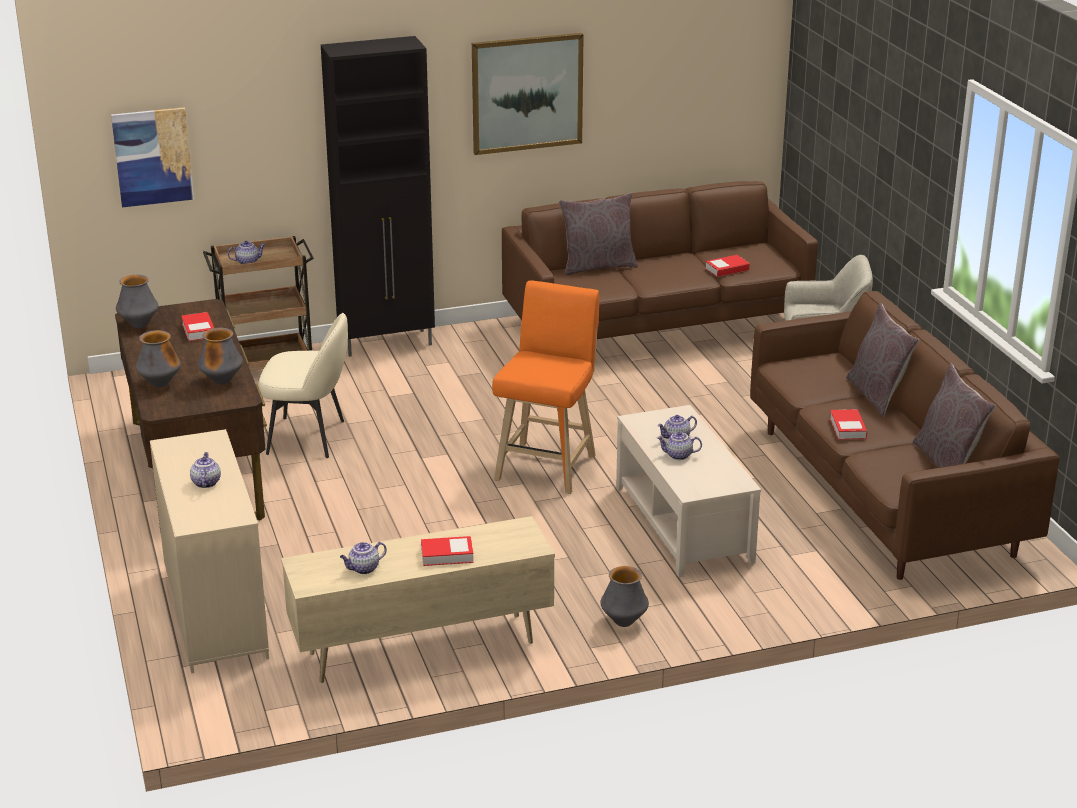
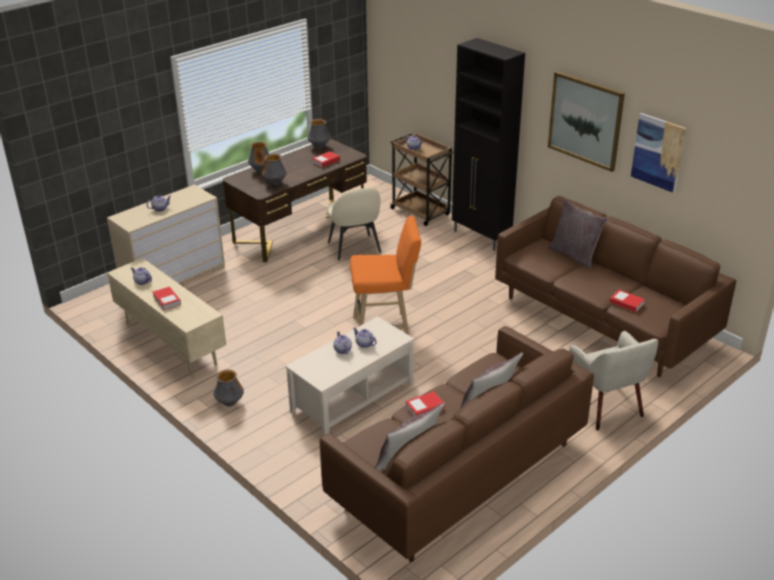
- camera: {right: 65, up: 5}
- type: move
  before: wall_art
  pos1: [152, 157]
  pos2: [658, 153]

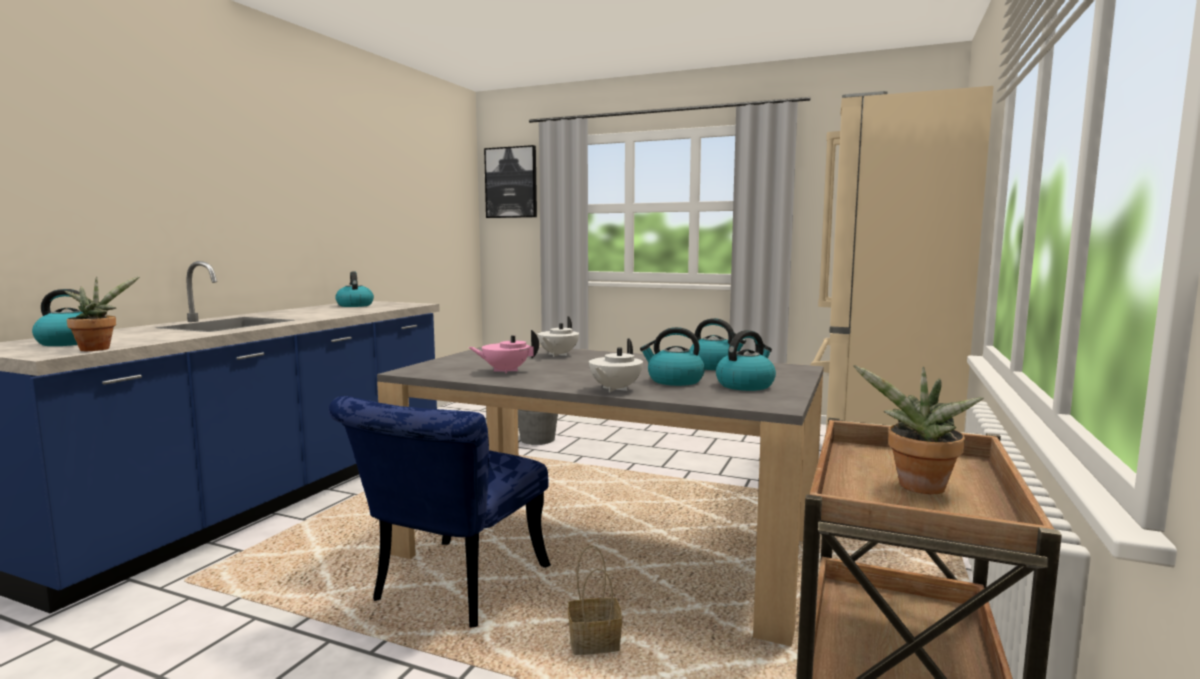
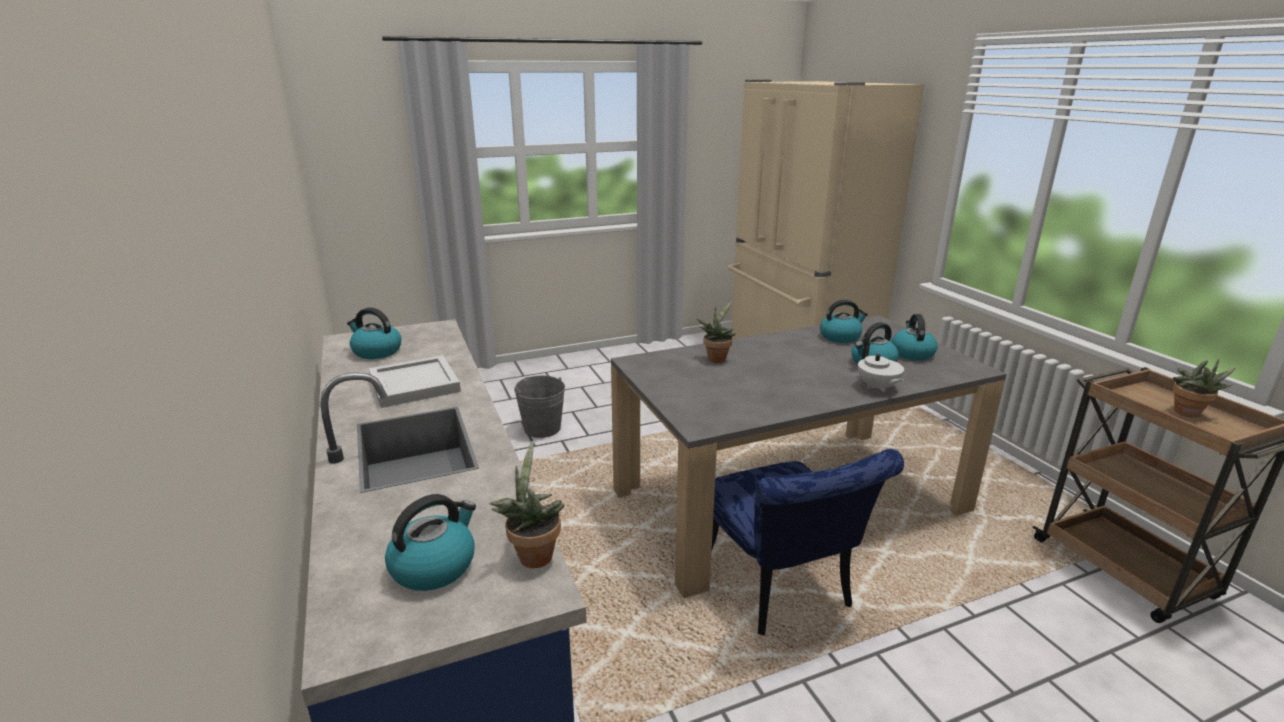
- camera: {right: -45, up: 15}
- type: delete
  before: pinkish_tea_pot
  pos1: [503, 351]
- type: delete
  before: wall_art
  pos1: [510, 181]
- type: replace
  before: white-coloured_tea_pot
  after: potted_plant
  pos1: [558, 336]
  pos2: [716, 332]
- type: delete
  before: storage_basket
  pos1: [595, 600]
- type: insert
  after: white-coloured_tray
  pos2: [415, 381]

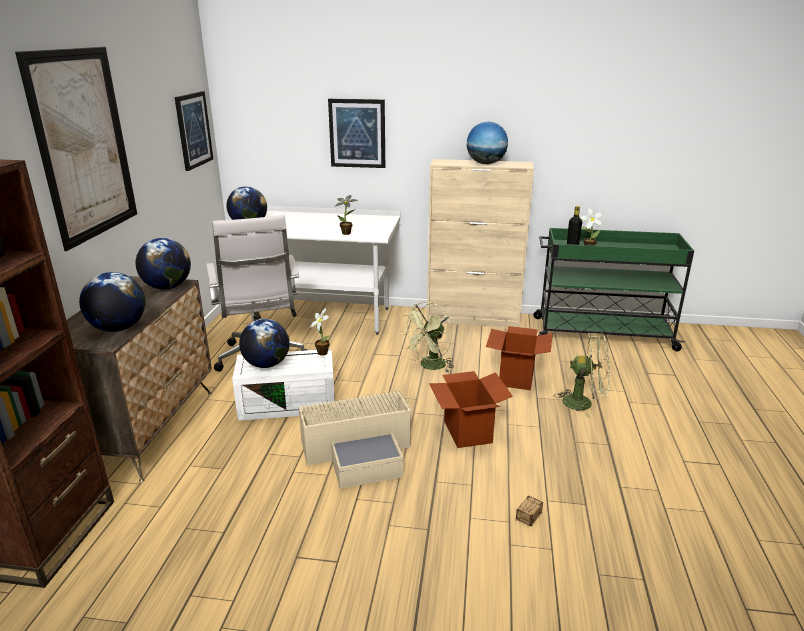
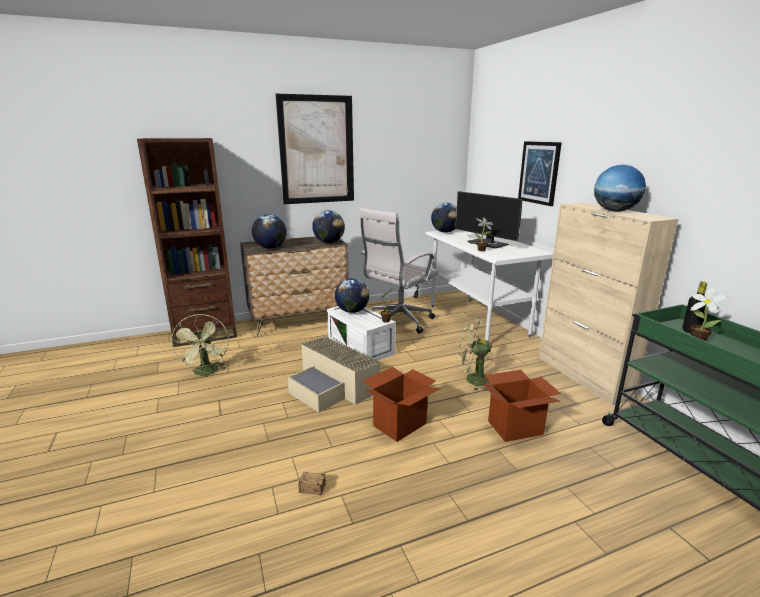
- camera: {right: 60, up: -5}
- type: delete
  before: wall_art
  pos1: [194, 131]
- type: move
  before: green-coloured_cooling_fan
  pos1: [582, 375]
  pos2: [200, 345]
- type: insert
  after: monitor
  pos2: [489, 220]

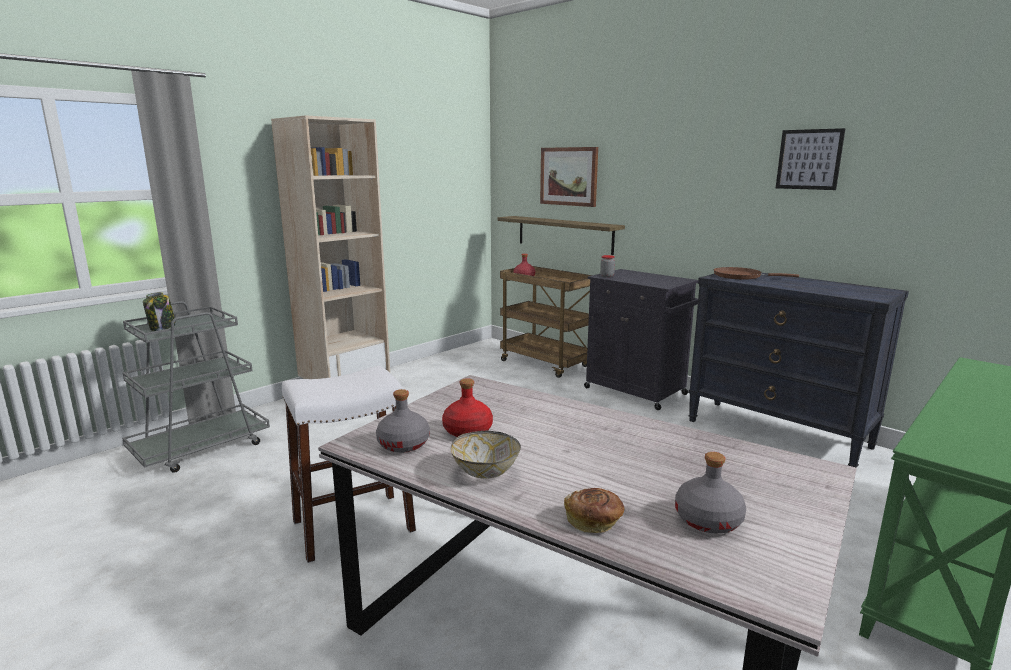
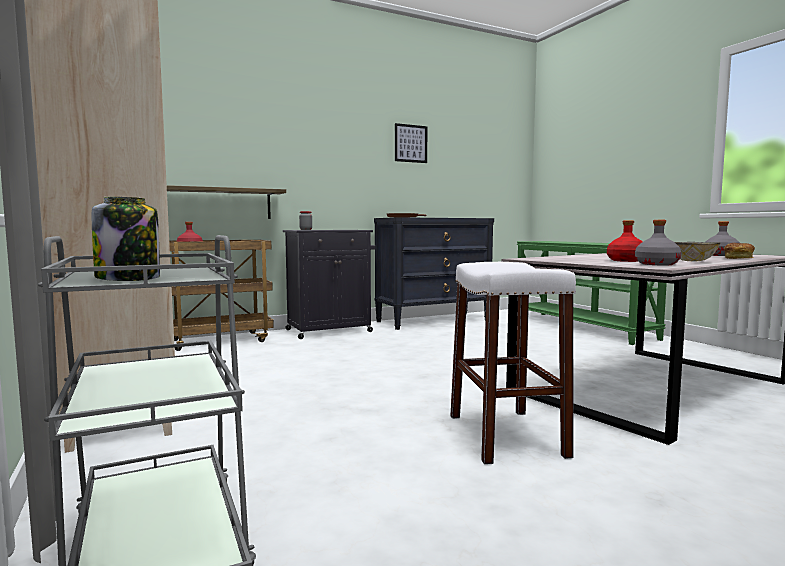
- camera: {right: -70, up: -10}
- type: delete
  before: wall_art
  pos1: [569, 177]

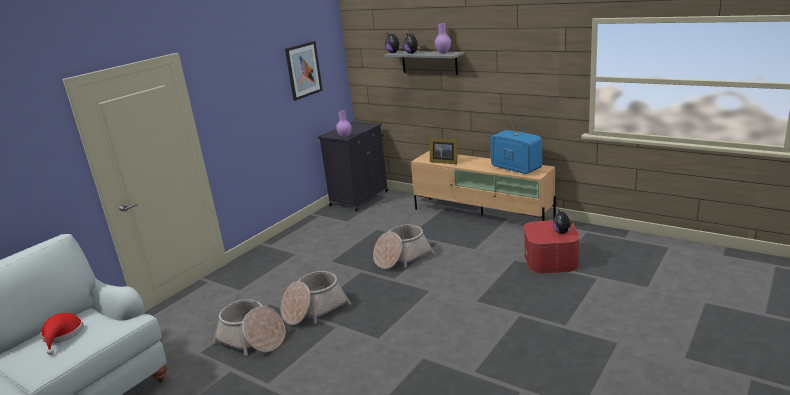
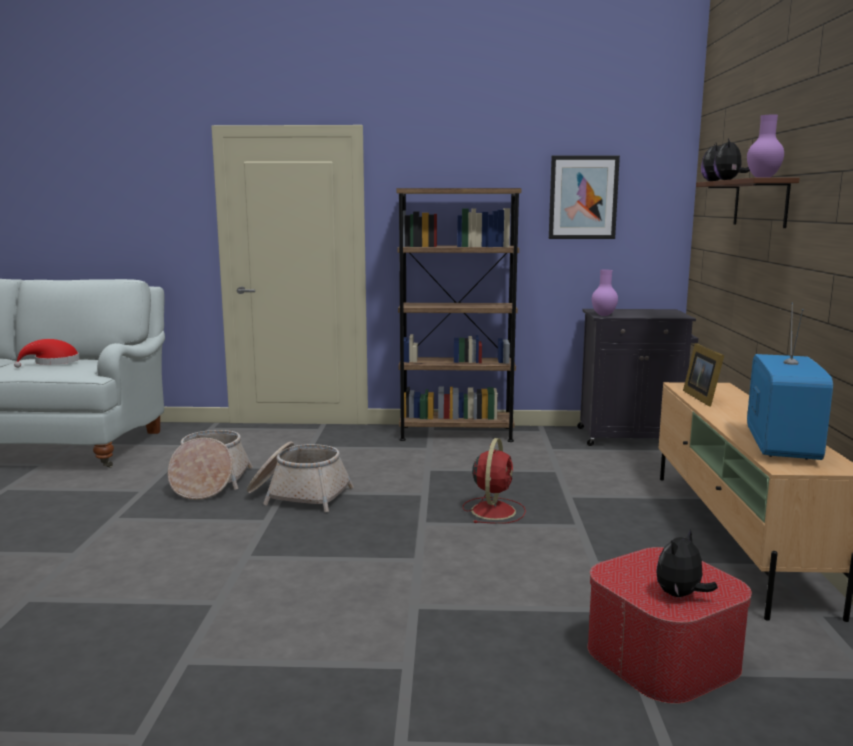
- camera: {right: 55, up: -10}
- type: replace
  before: storage_basket
  after: reddish_cooling_fan
  pos1: [403, 246]
  pos2: [494, 481]
- type: recolor
  before: grey_bracket_shelf
  after: brownish_bracket_shelf
  pos1: [424, 63]
  pos2: [747, 202]
- type: insert
  after: brownish_bookcase
  pos2: [459, 315]

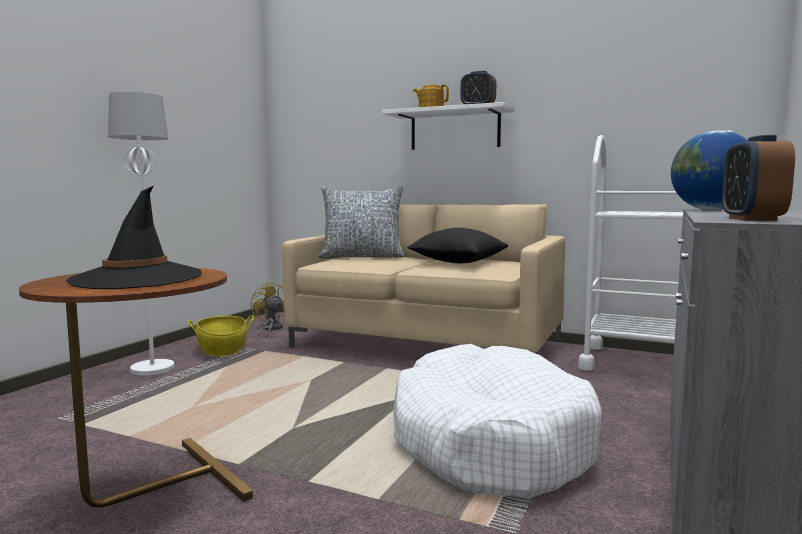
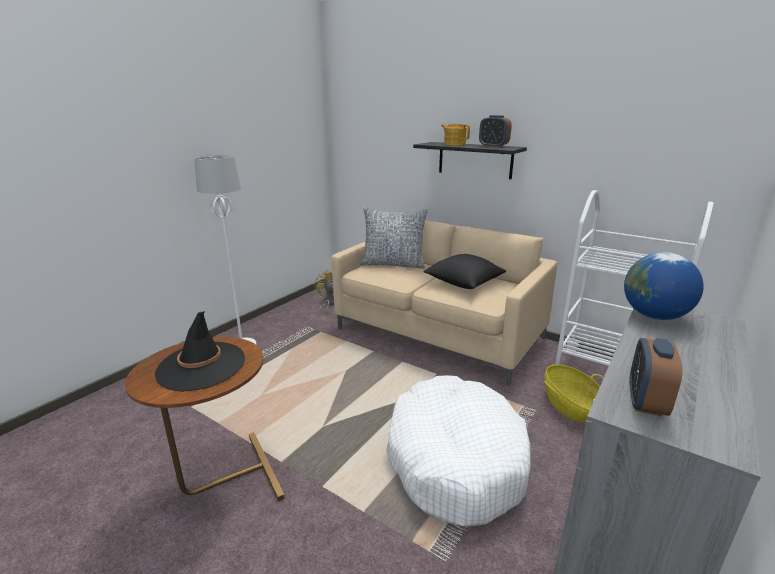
- camera: {right: 10, up: 15}
- type: move
  before: storage_basket
  pos1: [220, 336]
  pos2: [574, 393]
- type: recolor
  before: white-coloured_bracket_shelf
  after: blackish_bracket_shelf
  pos1: [448, 126]
  pos2: [470, 160]

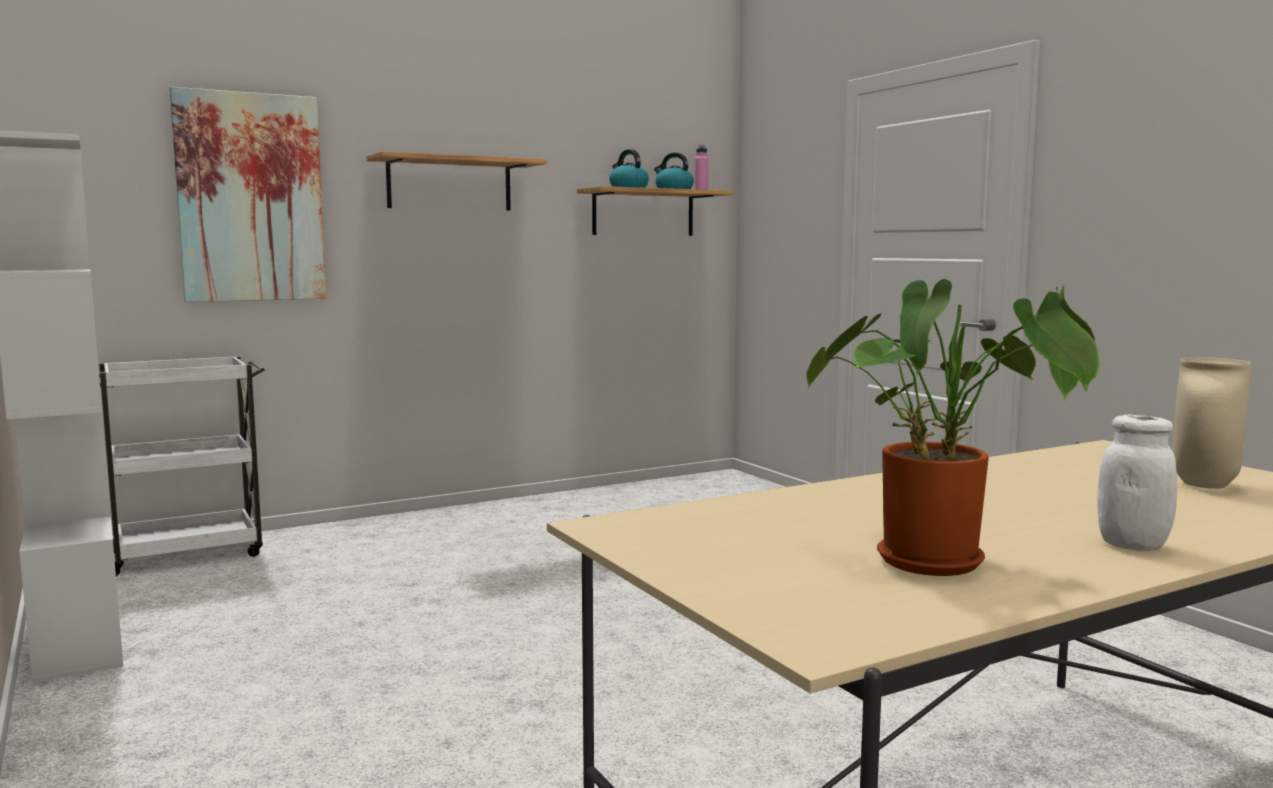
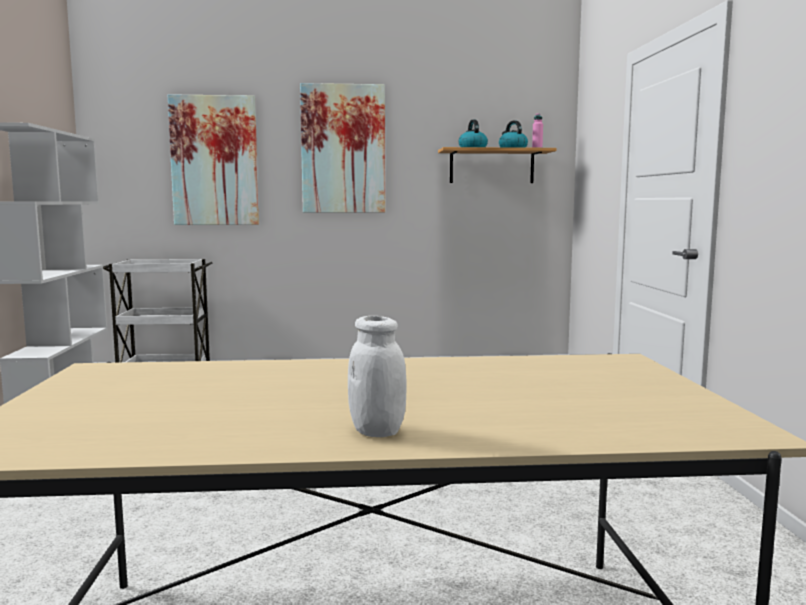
- camera: {right: 25, up: 0}
- type: replace
  before: bracket_shelf
  after: wall_art
  pos1: [457, 180]
  pos2: [342, 148]
- type: delete
  before: potted_plant
  pos1: [953, 427]
- type: delete
  before: sand-coloured_flower_vase
  pos1: [1211, 423]

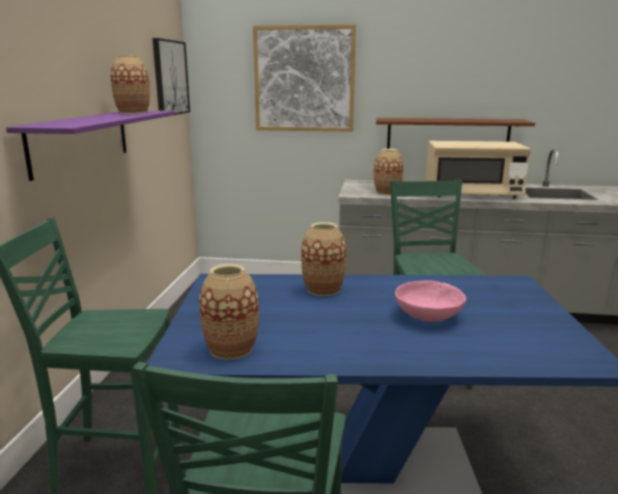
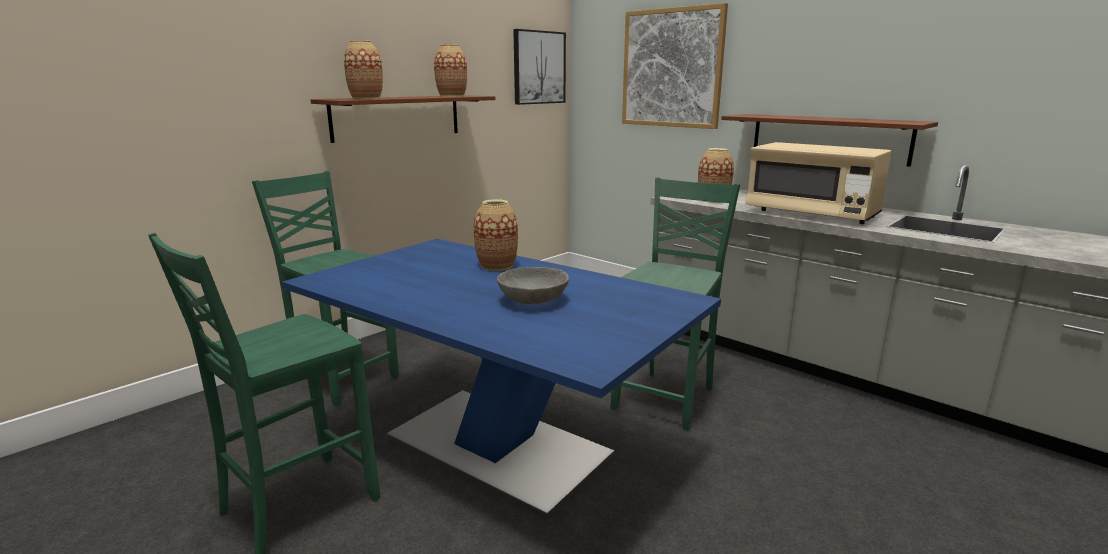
- camera: {right: 35, up: 0}
- type: recolor
  before: purple_bracket_shelf
  after: brownish_bracket_shelf
  pos1: [90, 146]
  pos2: [402, 119]
- type: move
  before: flower_vase
  pos1: [229, 312]
  pos2: [363, 69]
- type: recolor
  before: pinkish_deep_dish
  after: grey_deep_dish
  pos1: [430, 301]
  pos2: [533, 285]

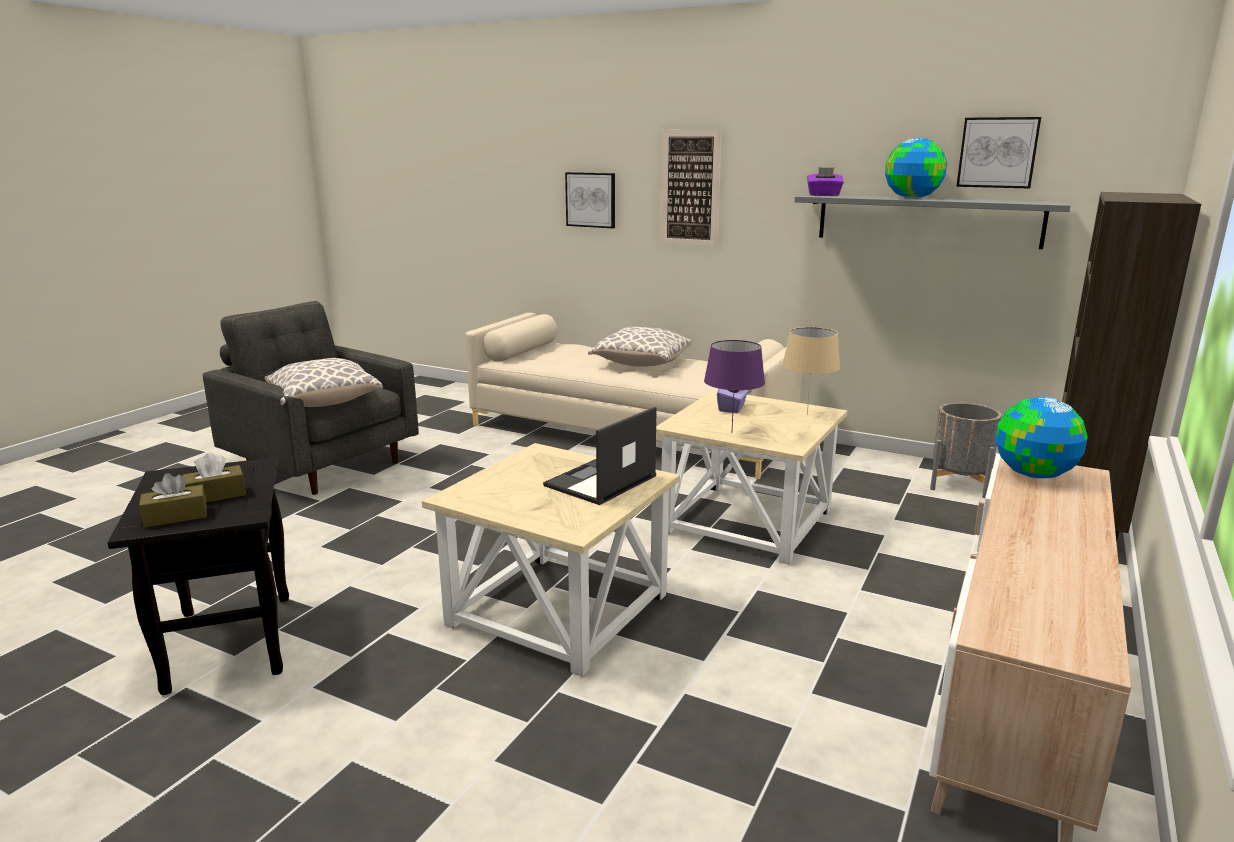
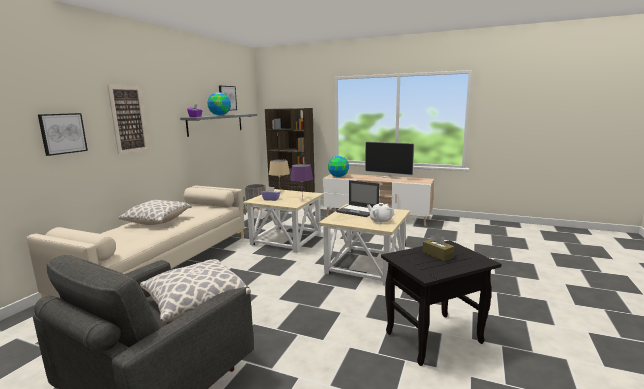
- camera: {right: -95, up: -5}
- type: delete
  before: brownish_tissue_box
  pos1: [173, 500]
- type: insert
  after: television
  pos2: [390, 160]
- type: insert
  after: white-coloured_tea_pot
  pos2: [381, 213]

